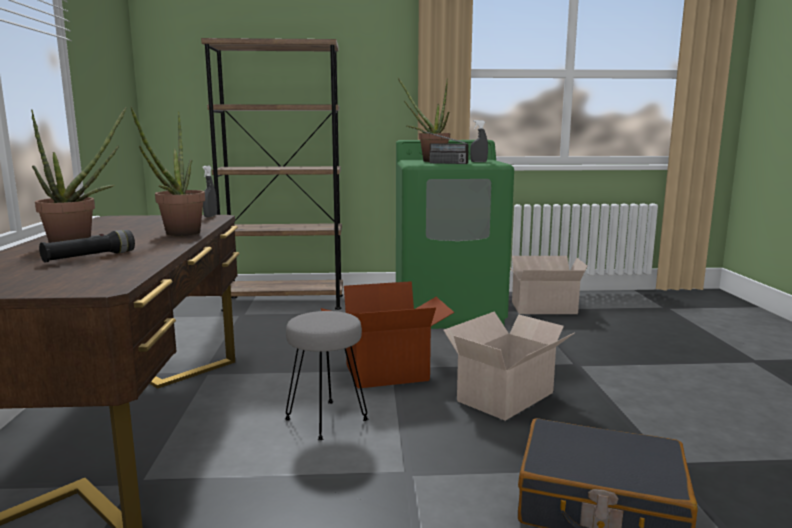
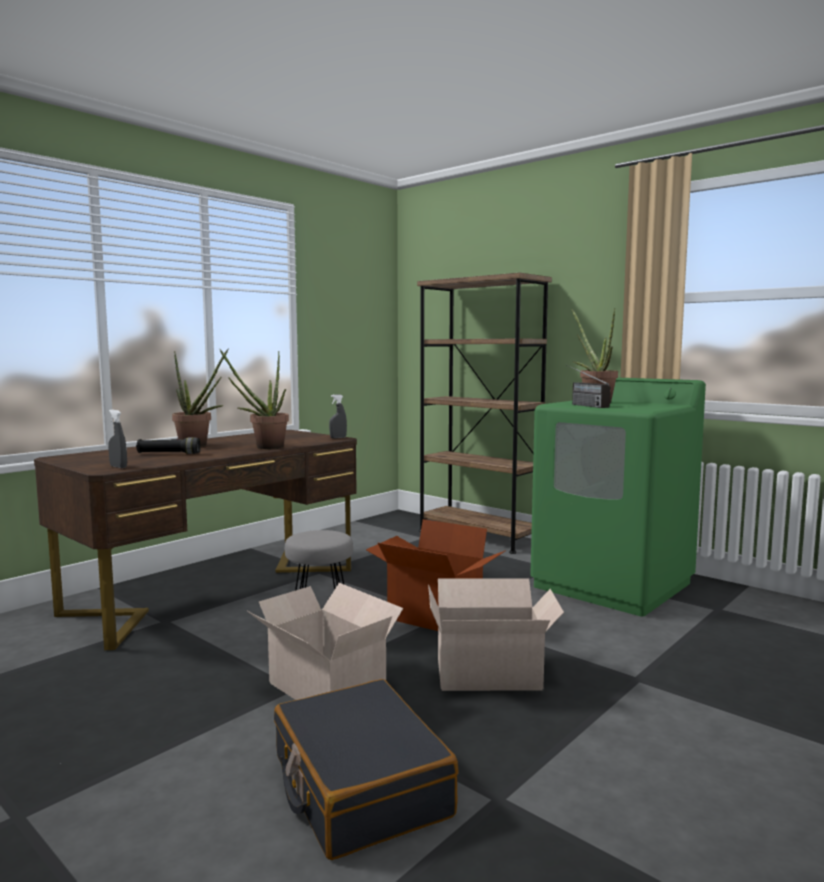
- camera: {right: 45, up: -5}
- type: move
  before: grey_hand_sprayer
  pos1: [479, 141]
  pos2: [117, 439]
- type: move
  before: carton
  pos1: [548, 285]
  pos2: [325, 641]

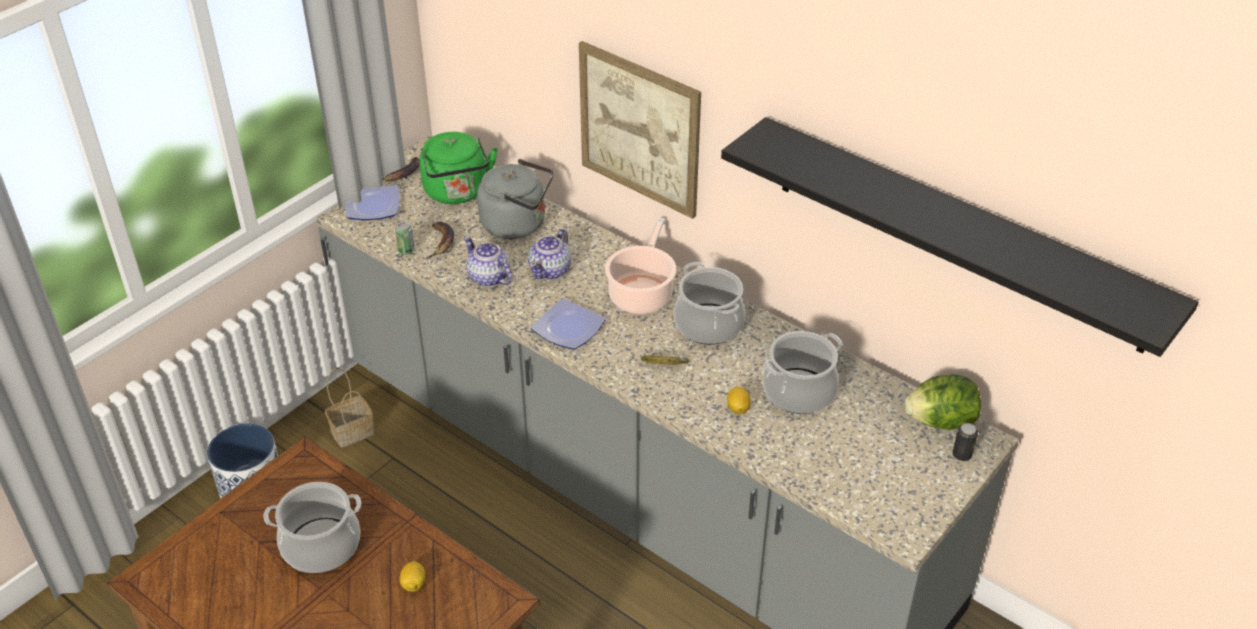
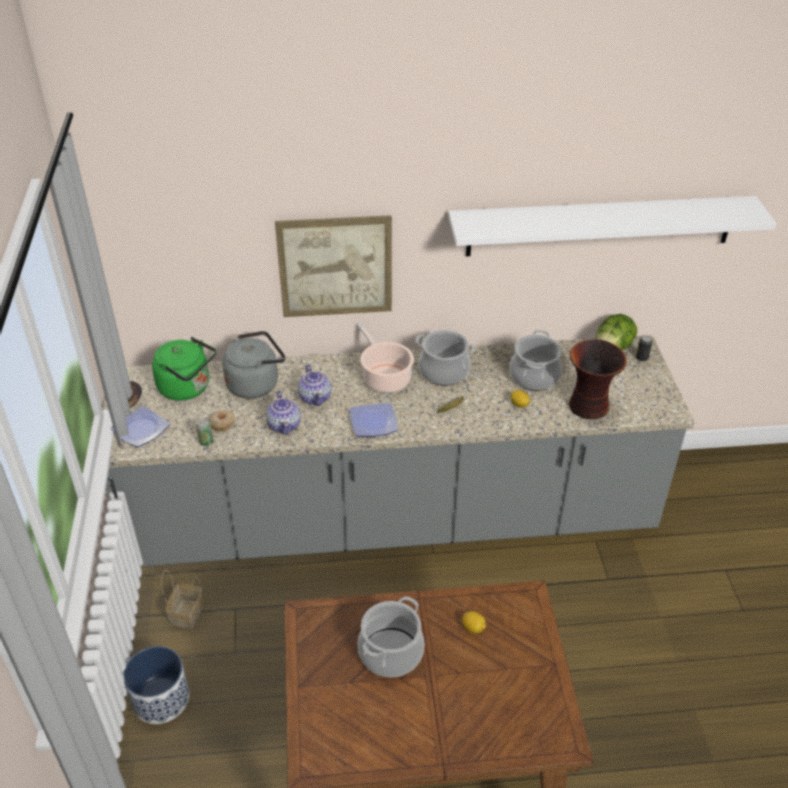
- camera: {right: -45, up: 0}
- type: replace
  before: whole_banana
  after: doughnut
  pos1: [440, 240]
  pos2: [222, 421]
- type: rotate
  before: tea_pot
  pos1: [488, 261]
  pos2: [283, 413]
  turn: -105
- type: recolor
  before: blackish_bracket_shelf
  after: white-coloured_bracket_shelf
  pos1: [960, 237]
  pos2: [612, 226]
- type: insert
  after: flower_vase
  pos2: [598, 379]

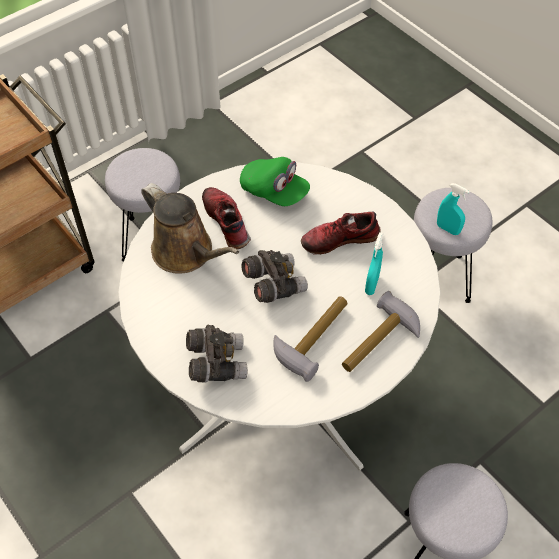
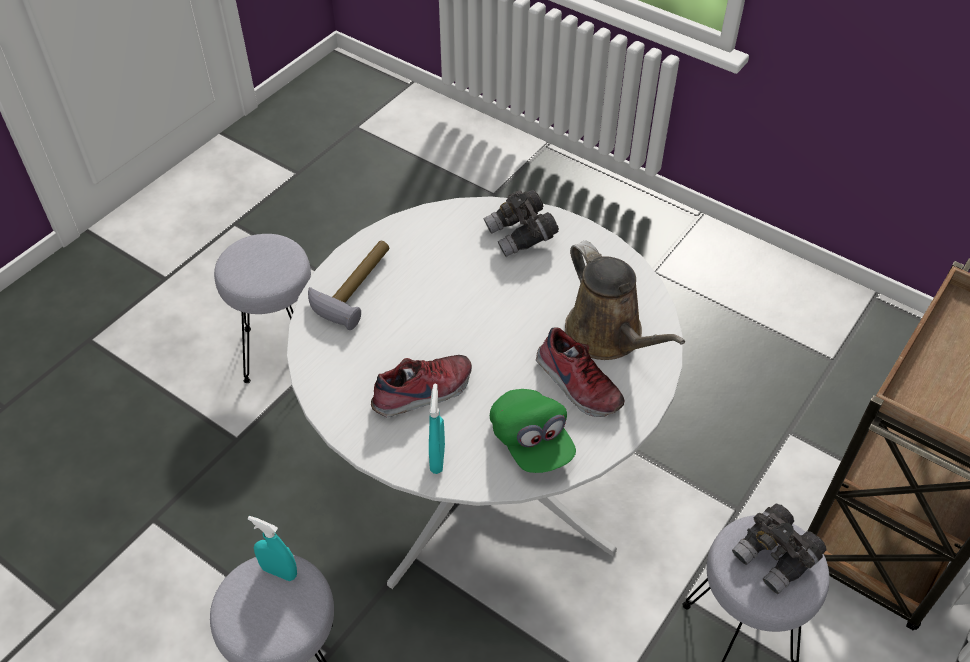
- camera: {right: 165, up: -5}
- type: rotate
  before: brownish_sprinkling_can
  pos1: [190, 228]
  pos2: [625, 300]
  turn: -150
- type: rotate
  before: green-coloured_cap
  pos1: [275, 181]
  pos2: [533, 431]
  turn: -135
- type: move
  before: grey_pair_of_binoculars
  pos1: [274, 276]
  pos2: [779, 549]
- type: delete
  before: hammer
  pos1: [310, 339]
- type: move
  before: turquoise_hand_sprayer
  pos1: [374, 263]
  pos2: [437, 429]

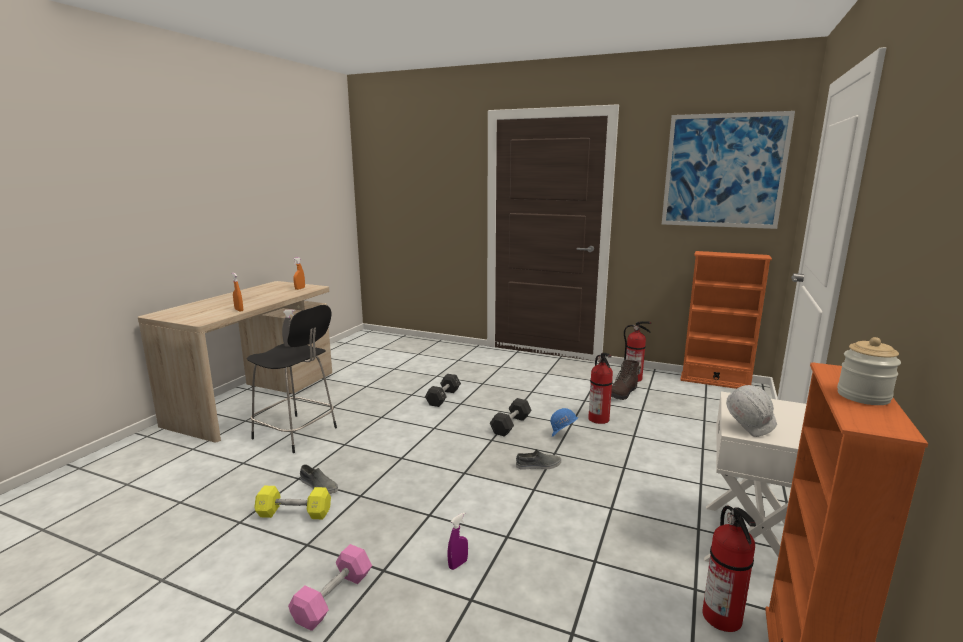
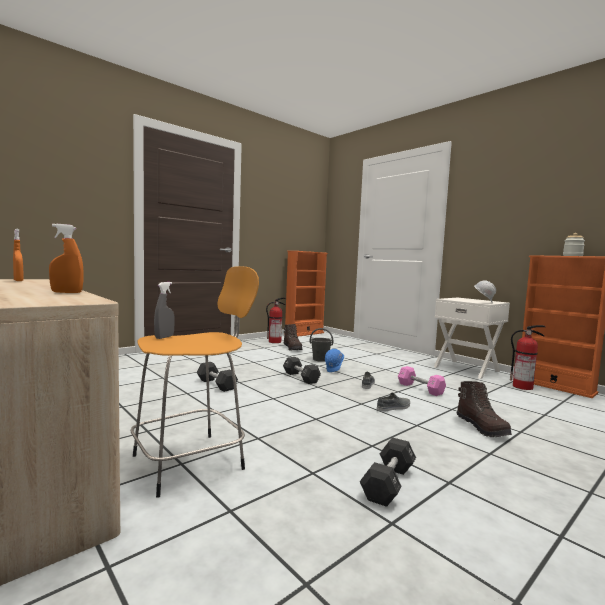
- camera: {right: -65, up: -10}
- type: recolor
  before: blackish_stool_seat
  after: orange_stool_seat
  pos1: [292, 379]
  pos2: [195, 382]
- type: recolor
  before: yellow_free_weight
  after: blackish_free_weight
  pos1: [292, 502]
  pos2: [388, 472]
- type: move
  before: pinkish_free_weight
  pos1: [330, 587]
  pos2: [422, 381]
- type: move
  before: grey_shoe
  pos1: [319, 479]
  pos2: [393, 402]
- type: replace
  before: purple_hand_sprayer
  after: brownish_boot
  pos1: [457, 541]
  pos2: [484, 409]
- type: replace
  before: fire_extinguisher
  after: grey_pail
  pos1: [600, 388]
  pos2: [321, 345]
- type: delete
  before: wall_art
  pos1: [728, 170]

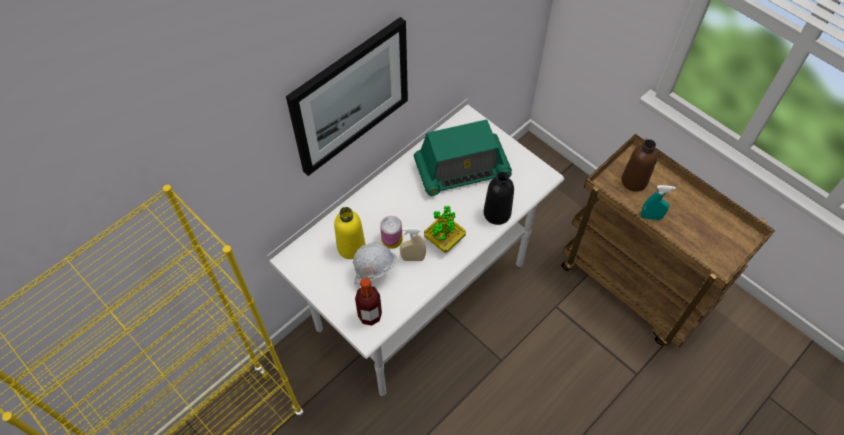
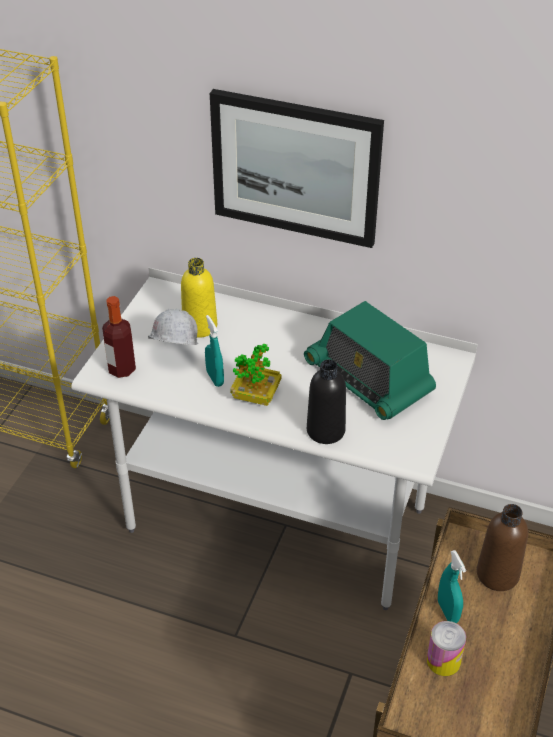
- camera: {right: 65, up: -15}
- type: move
  before: metal_can
  pos1: [391, 232]
  pos2: [446, 648]
- type: recolor
  before: sand-coloured_hand_sprayer
  after: turquoise_hand_sprayer
  pos1: [413, 244]
  pos2: [214, 351]

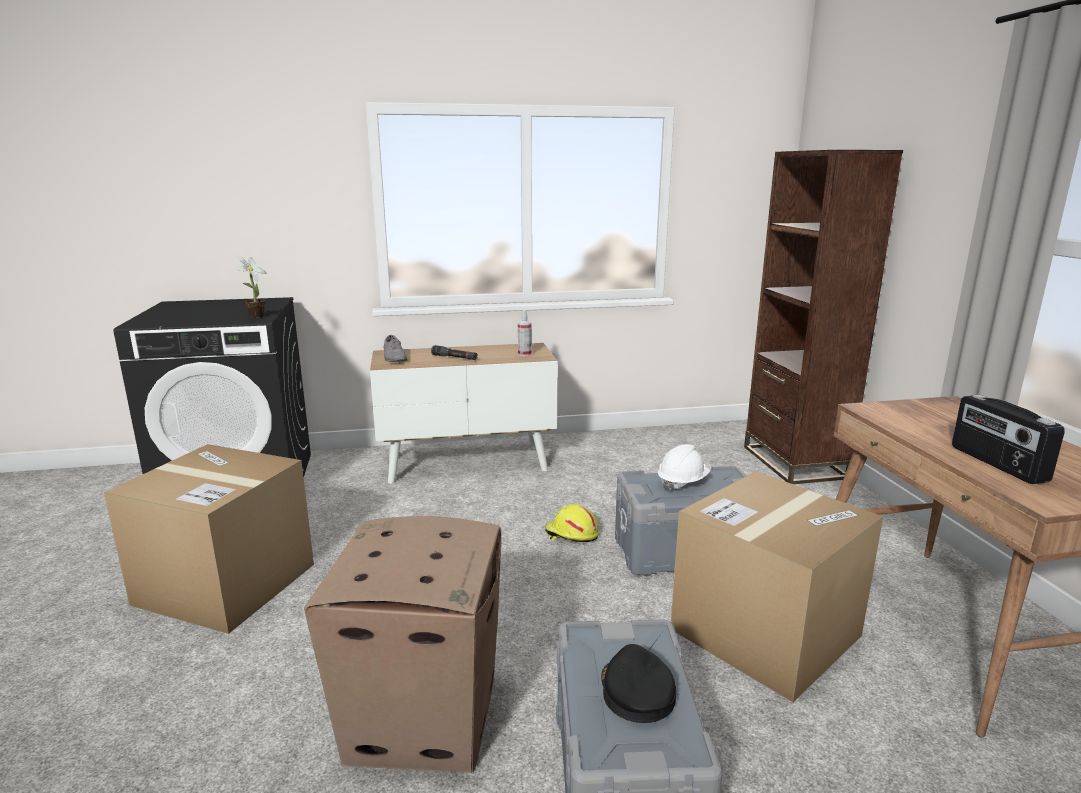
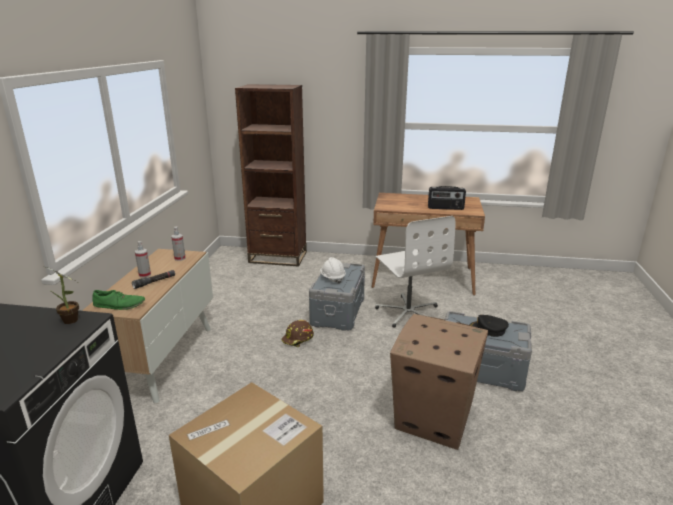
- camera: {right: -70, up: 5}
- type: recolor
  before: grey_shoe
  after: green-coloured_shoe
  pos1: [395, 348]
  pos2: [118, 300]
- type: recolor
  before: yellow_hard_hat
  after: brownish_hard_hat
  pos1: [572, 523]
  pos2: [297, 333]
- type: replace
  before: carton
  after: white-coloured_desk_chair
  pos1: [777, 586]
  pos2: [415, 272]
- type: insert
  after: hand_sprayer
  pos2: [143, 259]

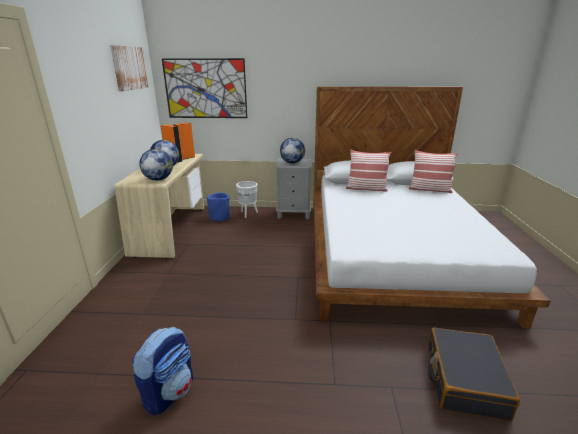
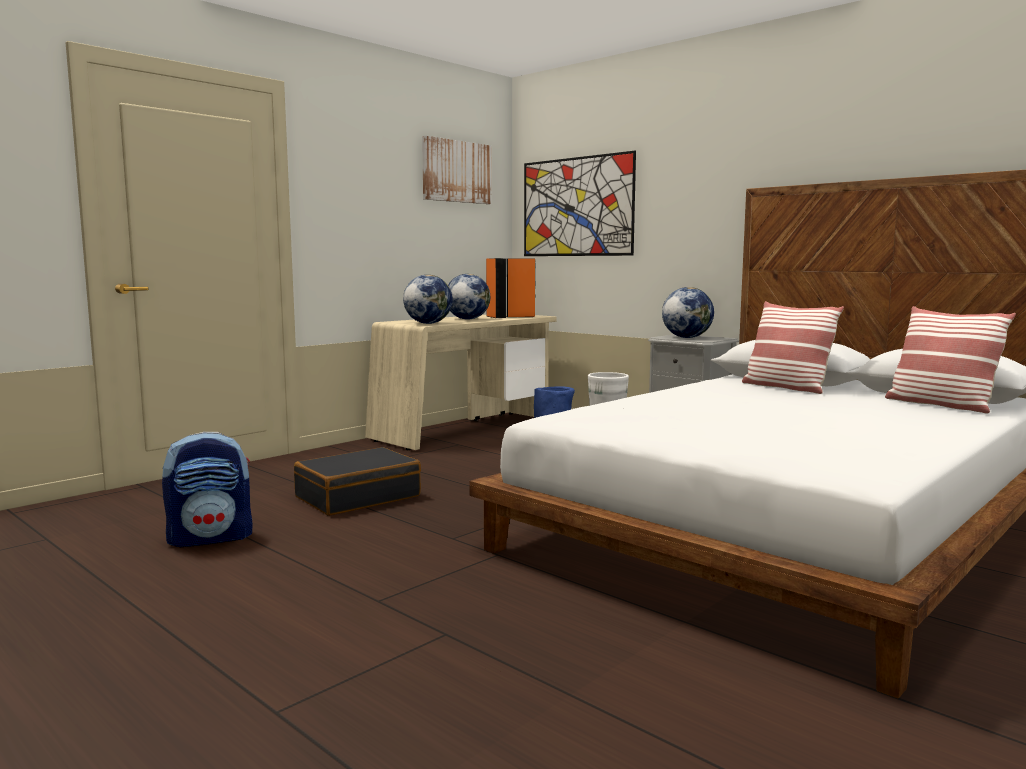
- camera: {right: 40, up: -15}
- type: move
  before: blackish_travel_case
  pos1: [474, 374]
  pos2: [357, 481]

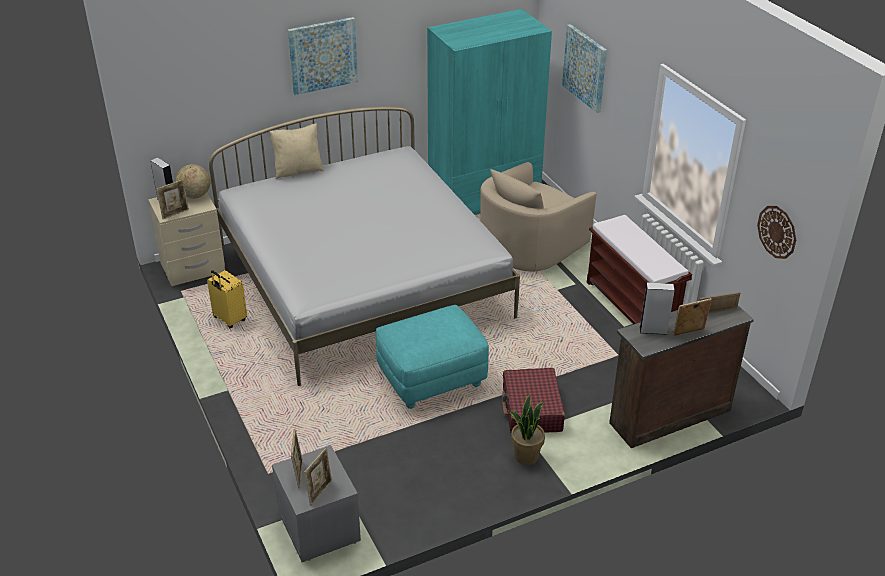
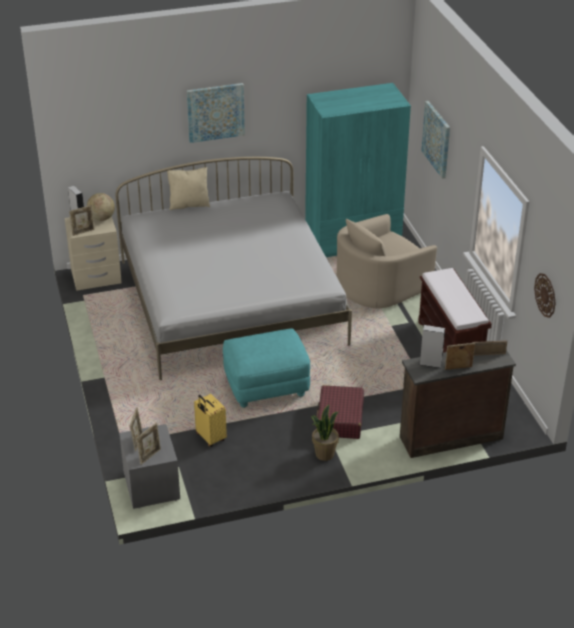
- camera: {right: 10, up: 0}
- type: move
  before: yellow_travel_case
  pos1: [227, 299]
  pos2: [210, 420]

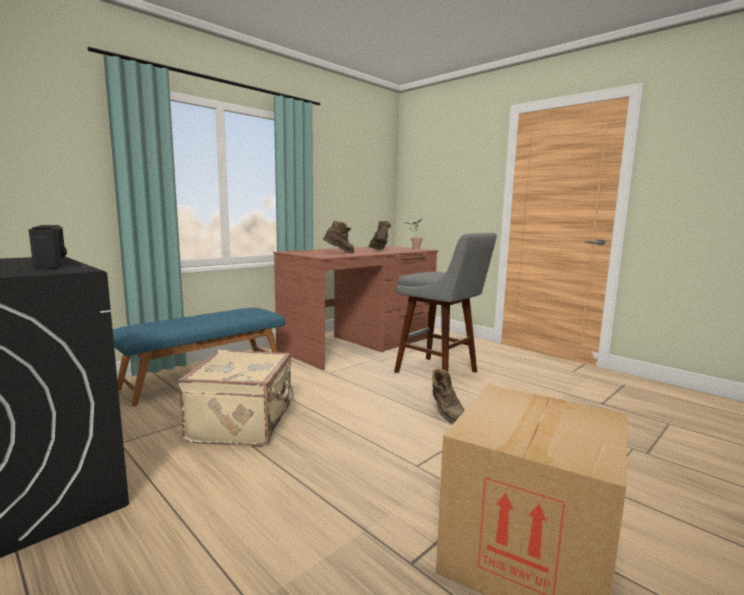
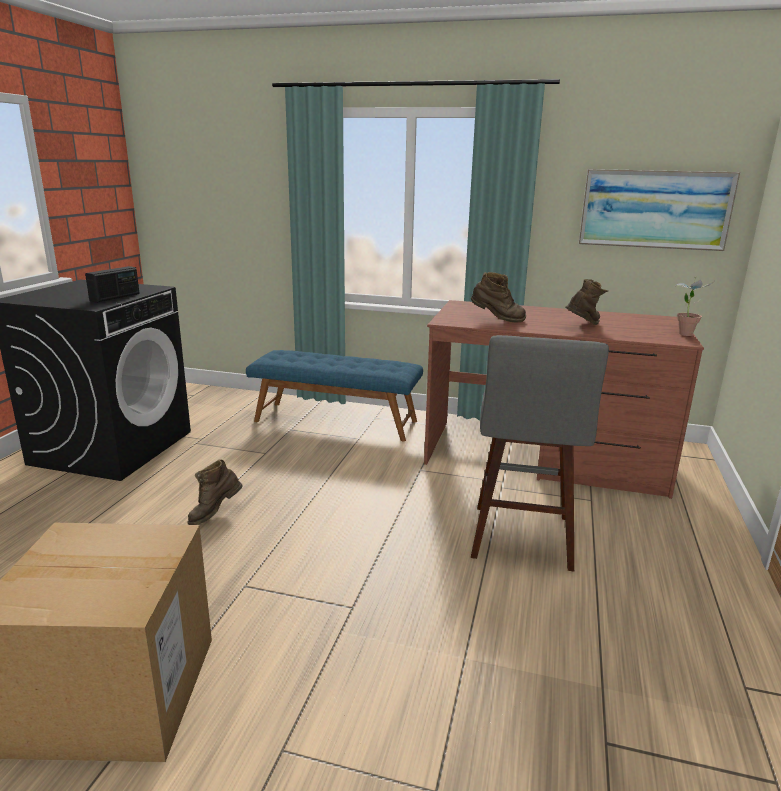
- camera: {right: 60, up: 10}
- type: delete
  before: sand-coloured_travel_case
  pos1: [236, 398]
- type: move
  before: brownish_boot
  pos1: [448, 396]
  pos2: [215, 492]
- type: insert
  after: wall_art
  pos2: [659, 210]

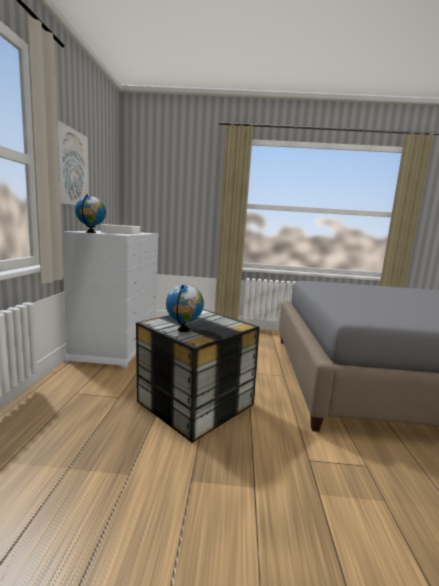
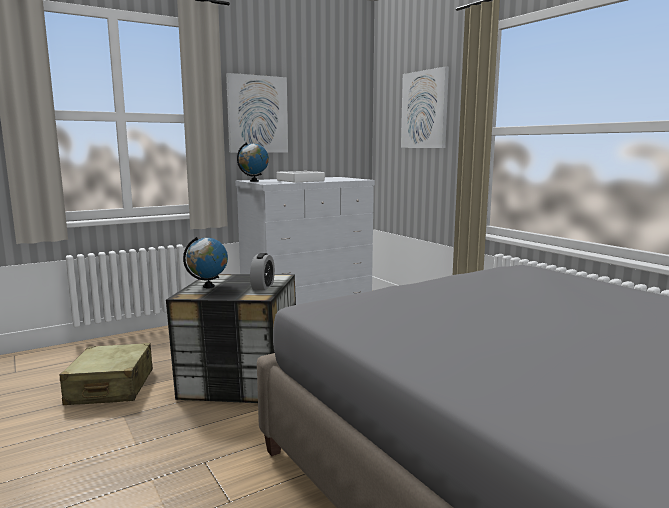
- camera: {right: 55, up: 0}
- type: insert
  after: sand-coloured_travel_case
  pos2: [106, 374]
- type: insert
  after: alarm_clock
  pos2: [262, 271]
- type: insert
  after: wall_art
  pos2: [425, 107]

